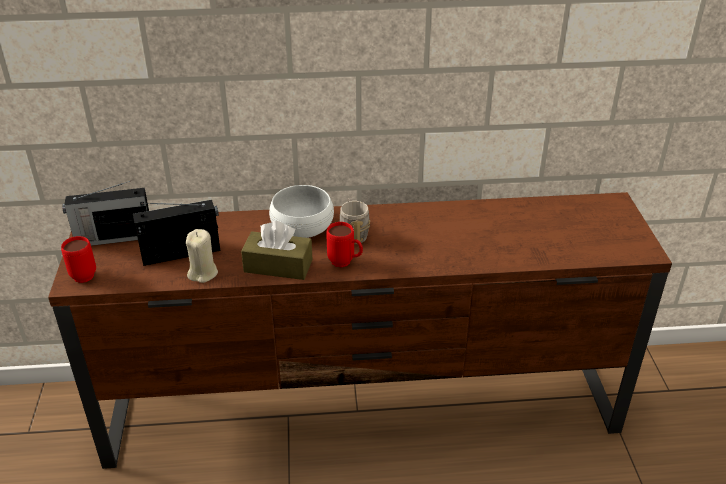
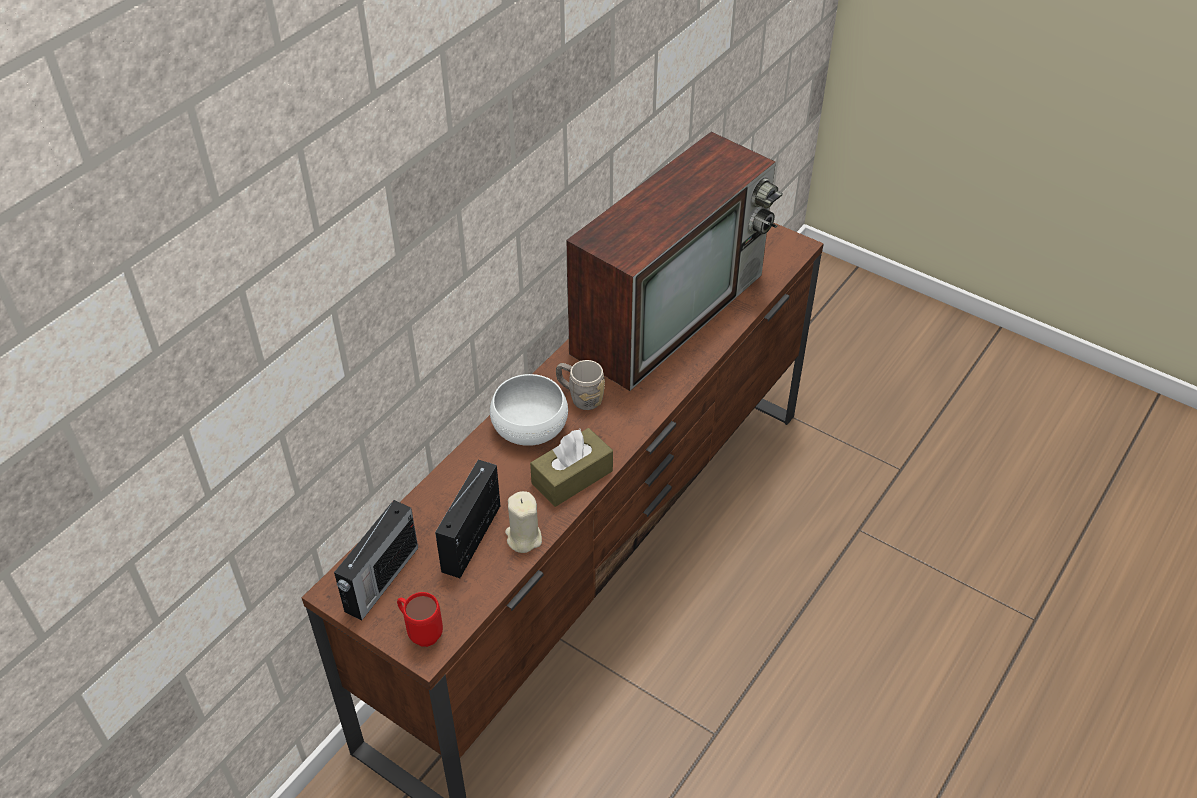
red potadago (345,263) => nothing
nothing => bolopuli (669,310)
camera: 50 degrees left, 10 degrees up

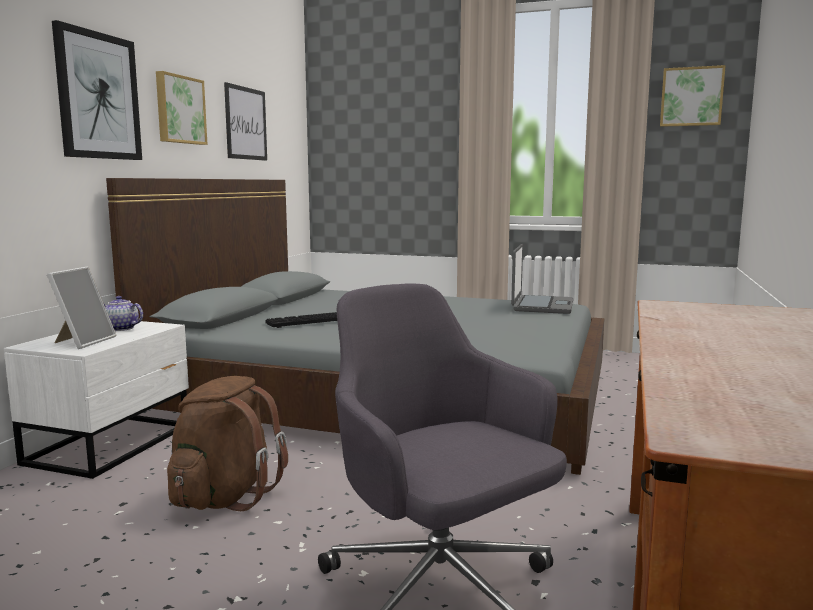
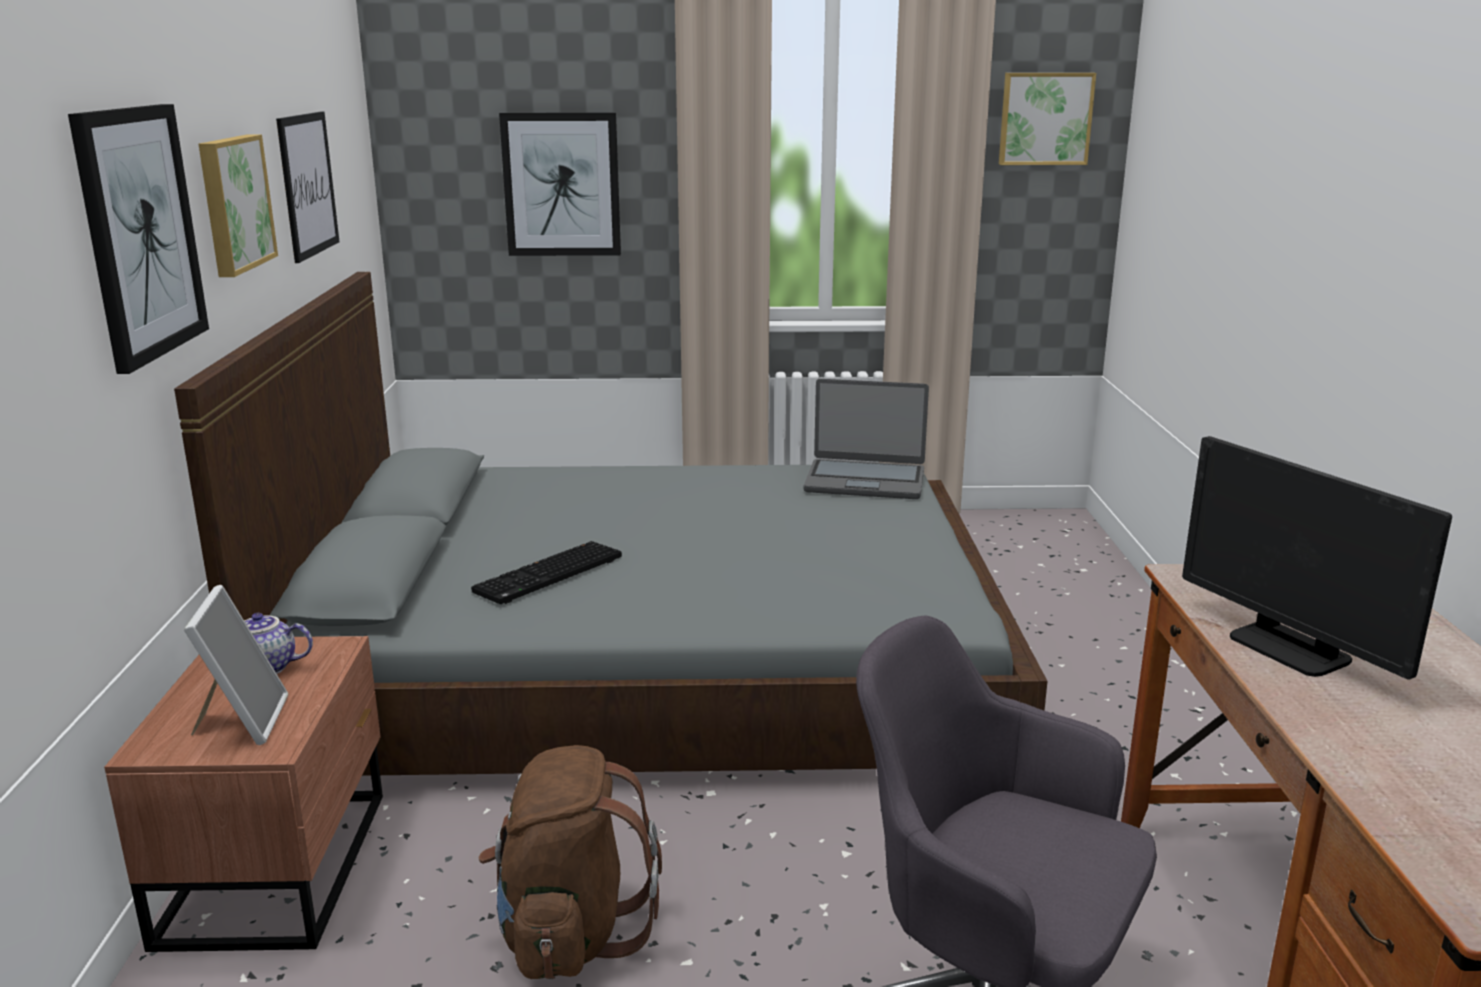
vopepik (542,306) => vopepik (865,481), 105 degrees clockwise
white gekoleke (113,444) => brown gekoleke (282,865)
nothing => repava (561,184)
nothing => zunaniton (1290,648)
camera: 20 degrees left, 10 degrees up

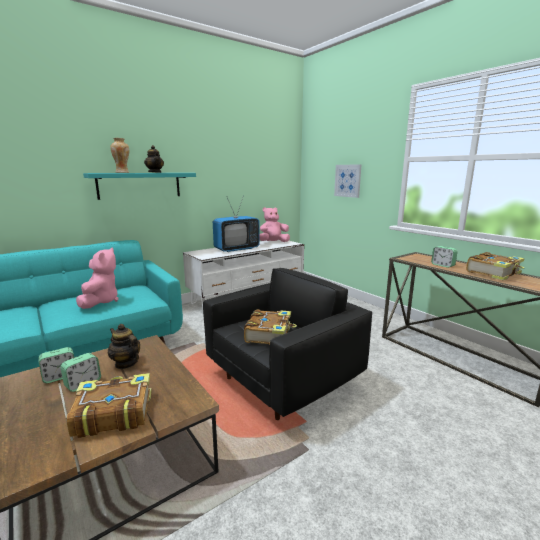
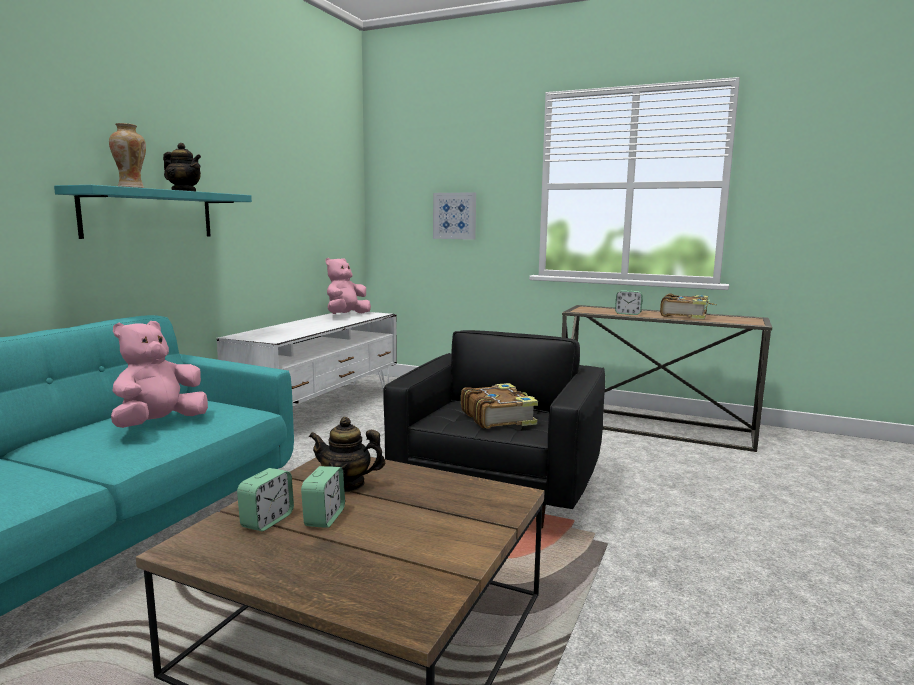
bolopuli (236,249) => nothing
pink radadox (100,301) => pink radadox (159,424), 120 degrees counterclockwise
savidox (113,413) => nothing
camera: 30 degrees left, 5 degrees down

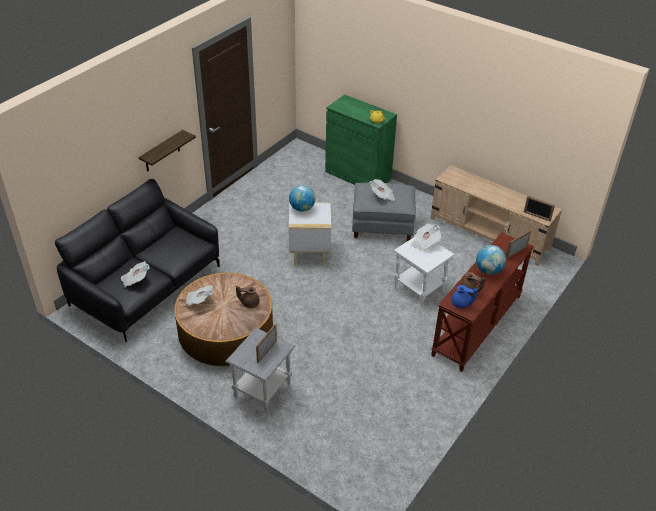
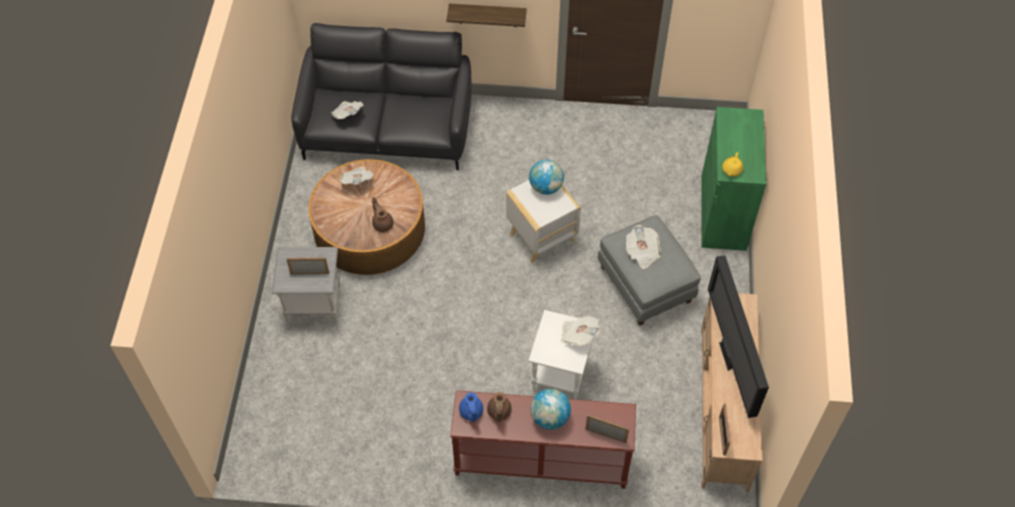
nothing => bolopuli (728,358)
camera: 60 degrees right, 15 degrees up

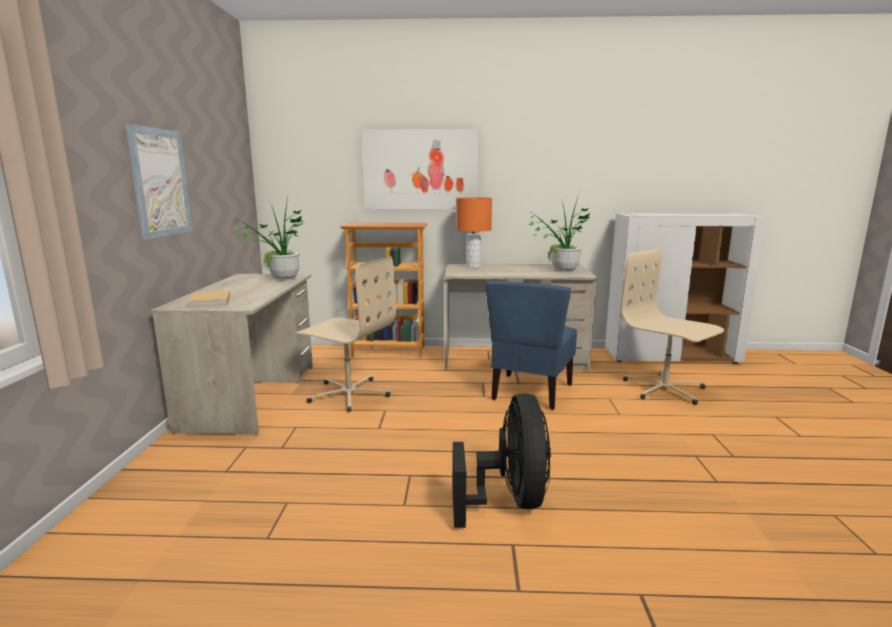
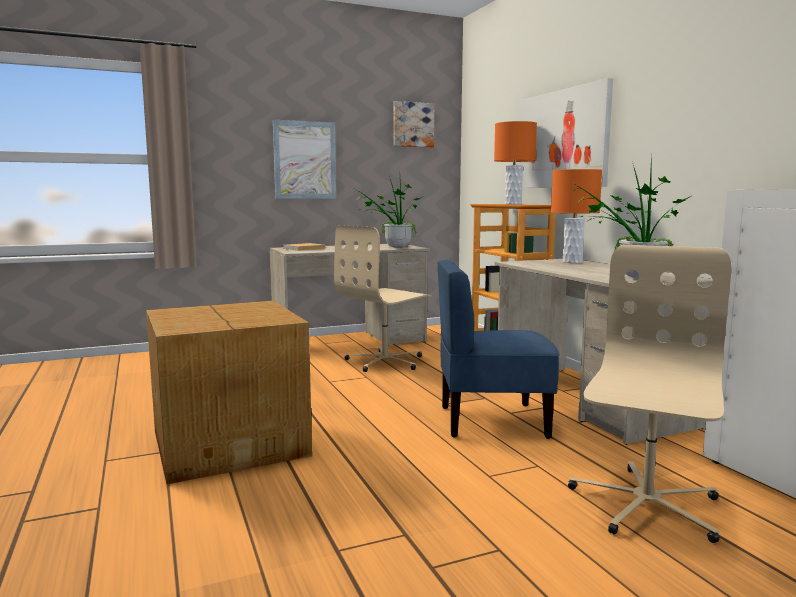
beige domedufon (349,394) => beige domedufon (385,361), 45 degrees clockwise
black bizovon (509,501) => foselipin (231,442)
nothing => repava (412,125)
nothing => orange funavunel (513,204)
camera: 65 degrees right, 5 degrees down

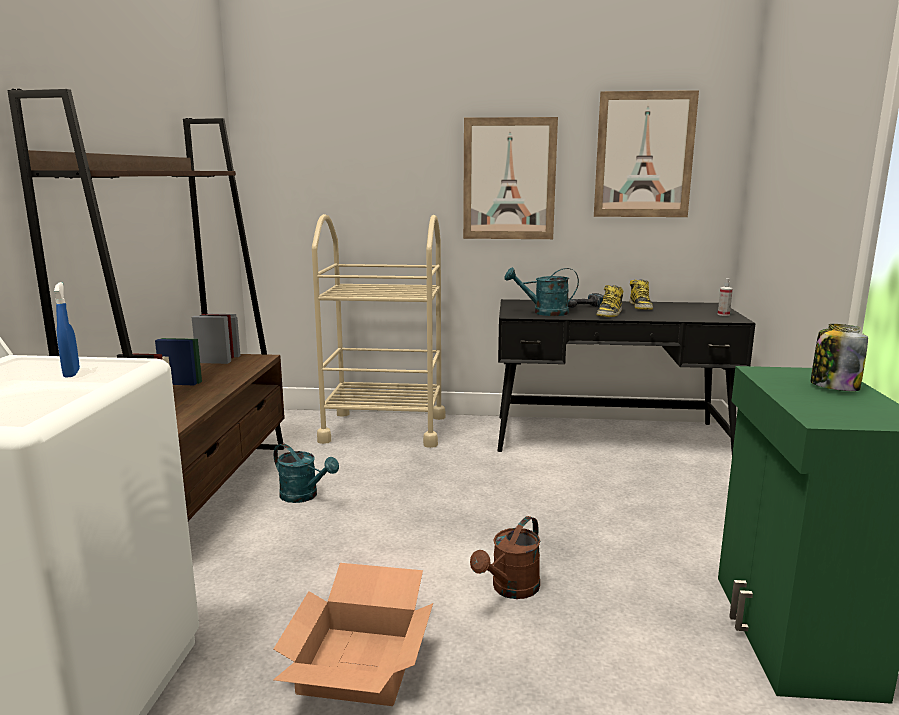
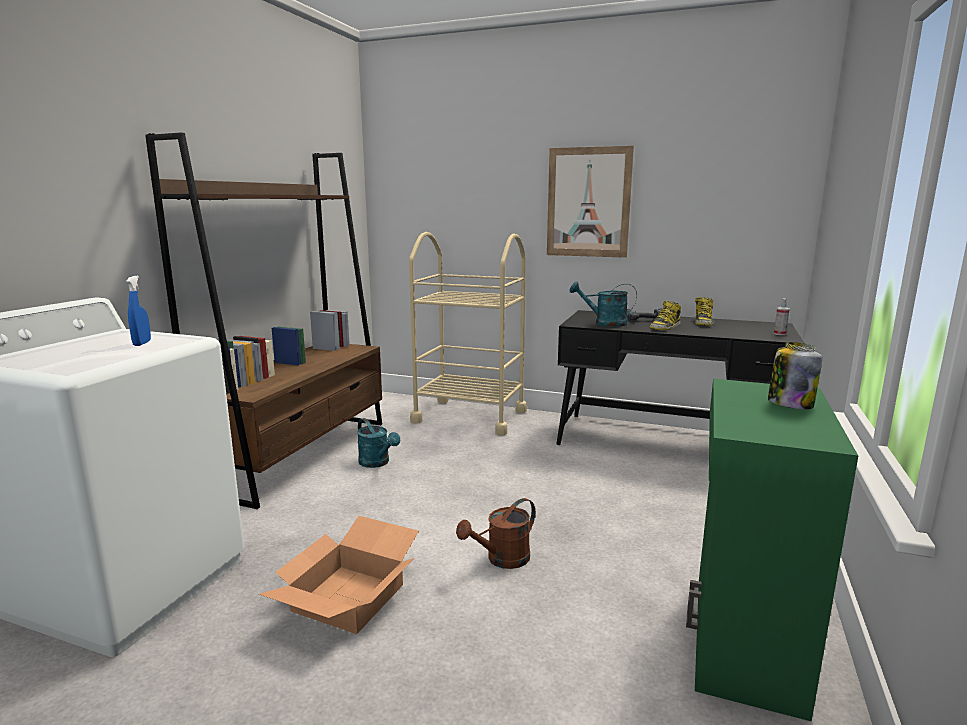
repava (644,155) => nothing
camera: 15 degrees right, 0 degrees up

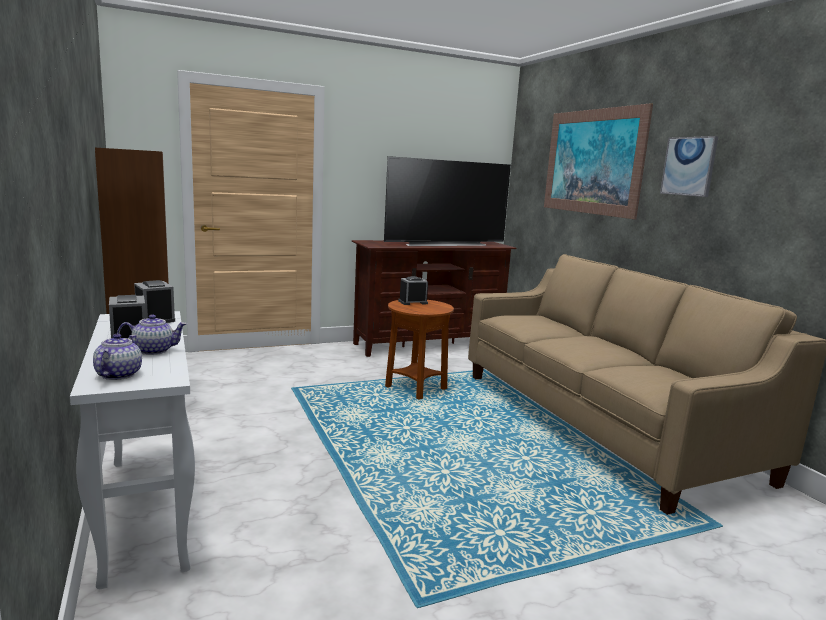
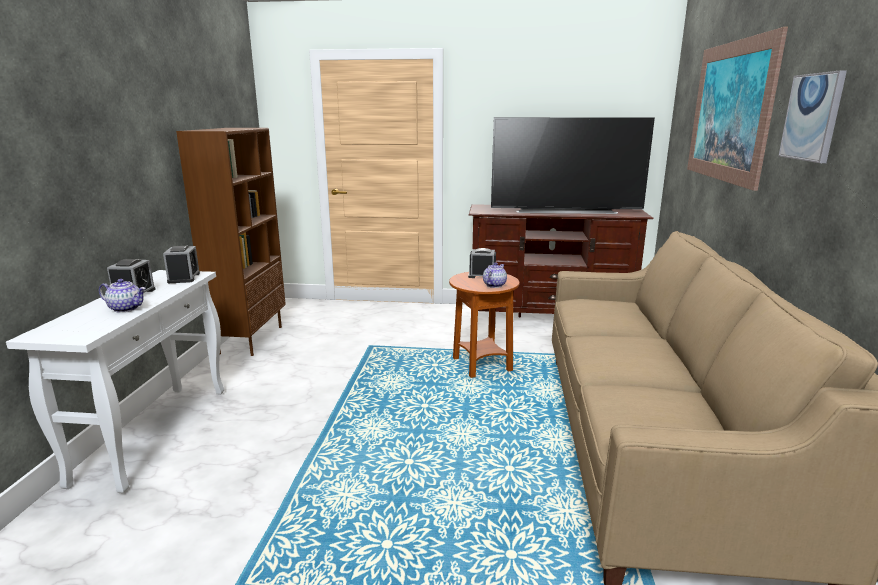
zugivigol (118,374) => zugivigol (494,285), shifted
camera: 30 degrees right, 5 degrees up

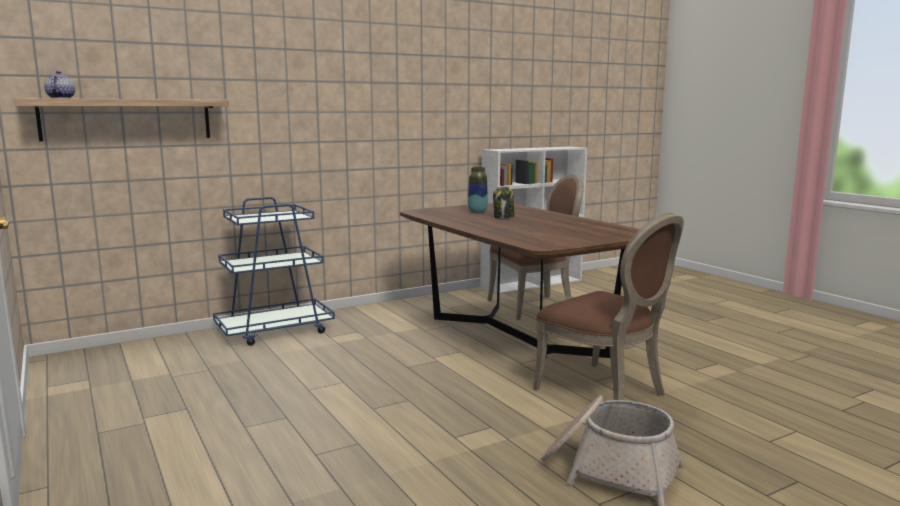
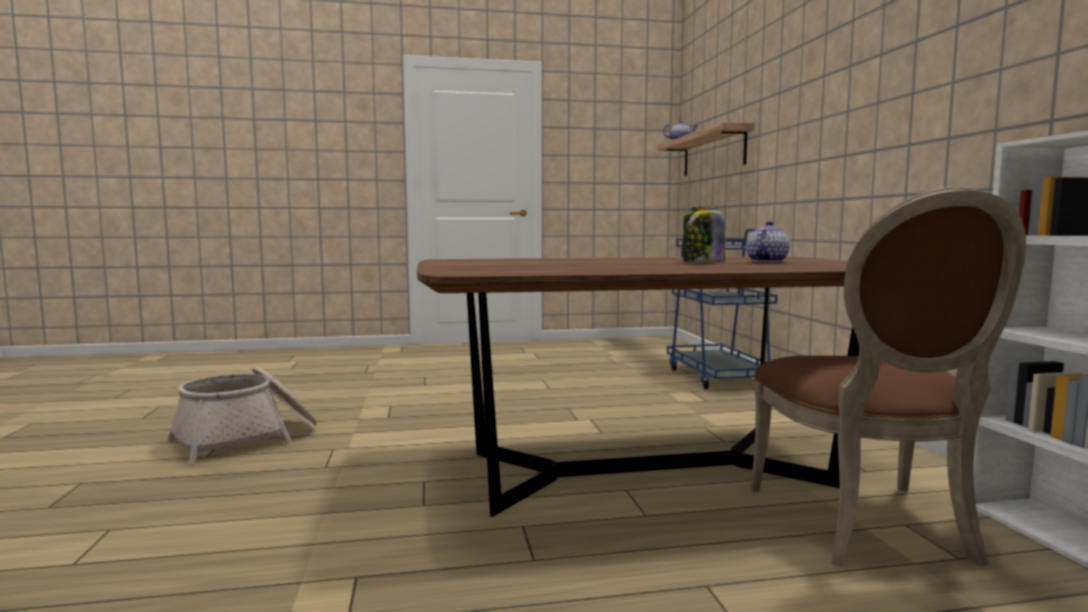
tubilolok (477,212) => zugivigol (766,261)
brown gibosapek (606,392) => nothing
camera: 110 degrees right, 5 degrees down

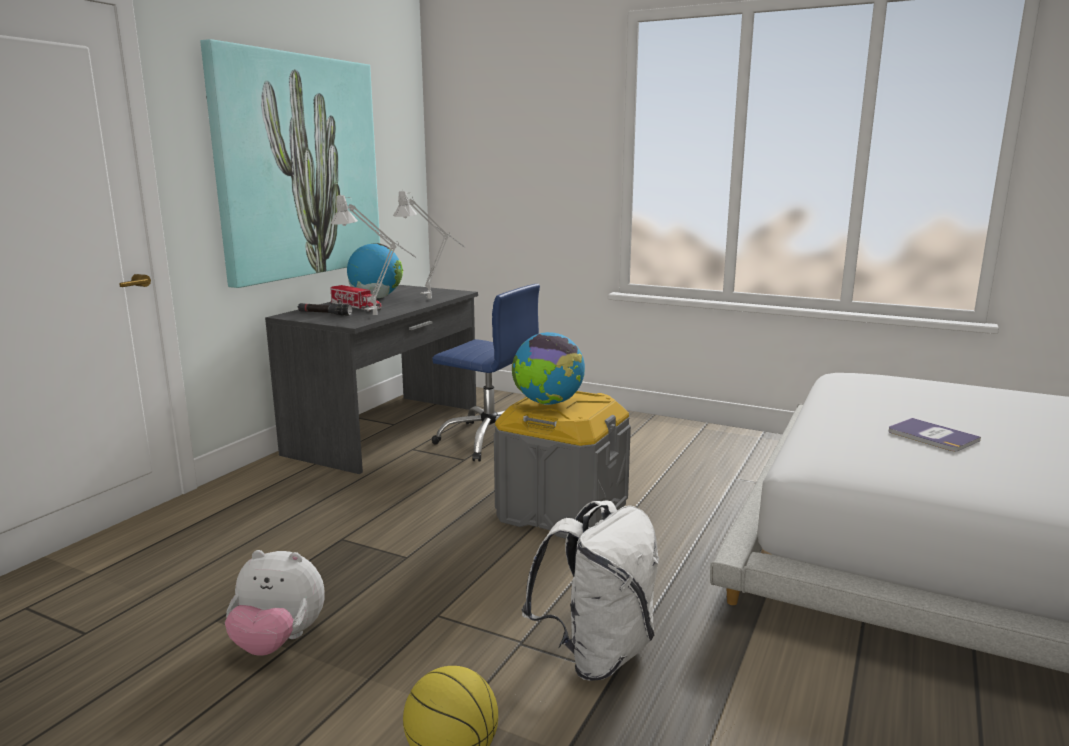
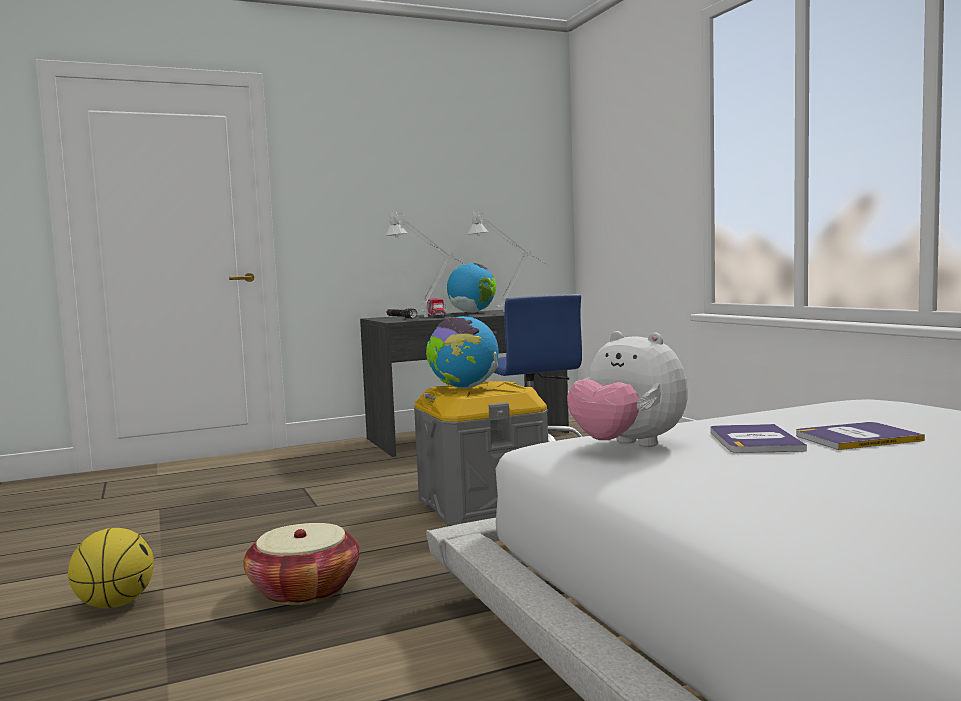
repava (298,167) => nothing
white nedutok (597,654) => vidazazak (304,590)
radadox (278,642) => radadox (627,446), shifted
nothing => savidox (856,438)
camera: 40 degrees right, 10 degrees down

